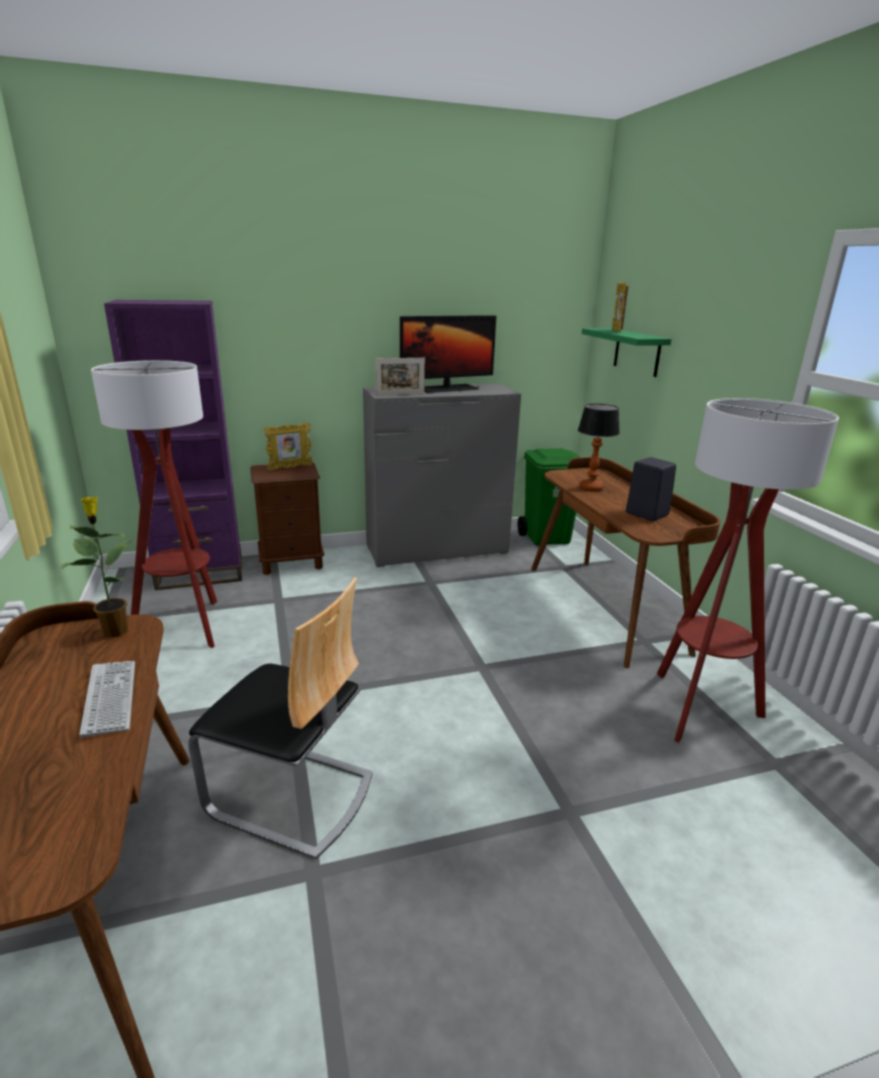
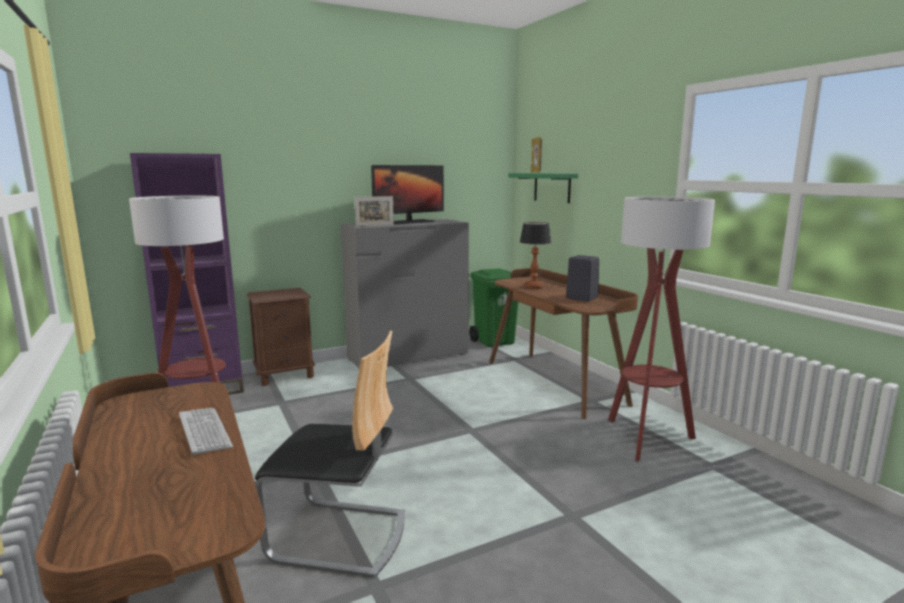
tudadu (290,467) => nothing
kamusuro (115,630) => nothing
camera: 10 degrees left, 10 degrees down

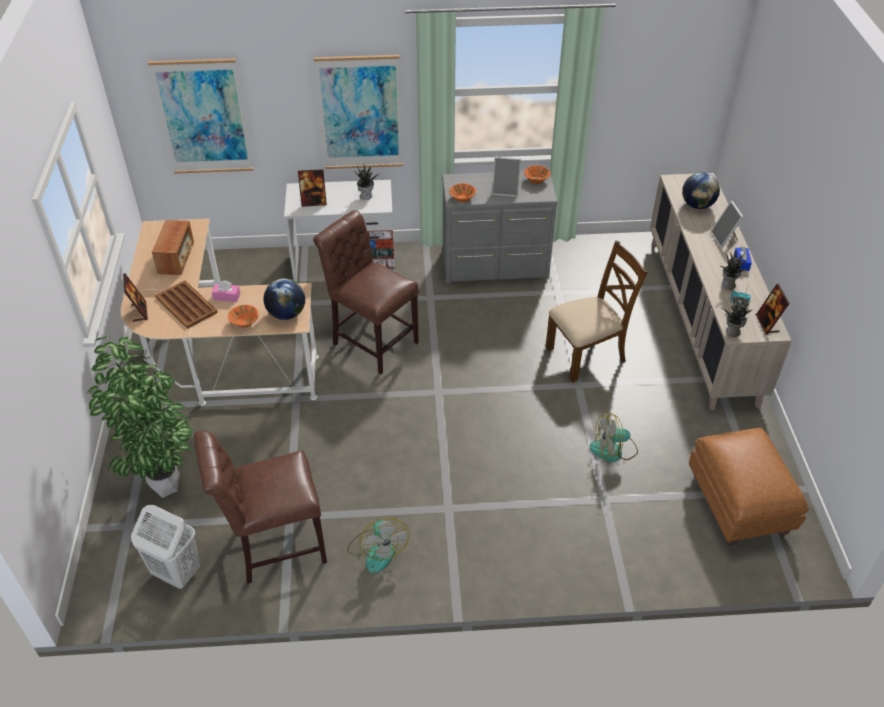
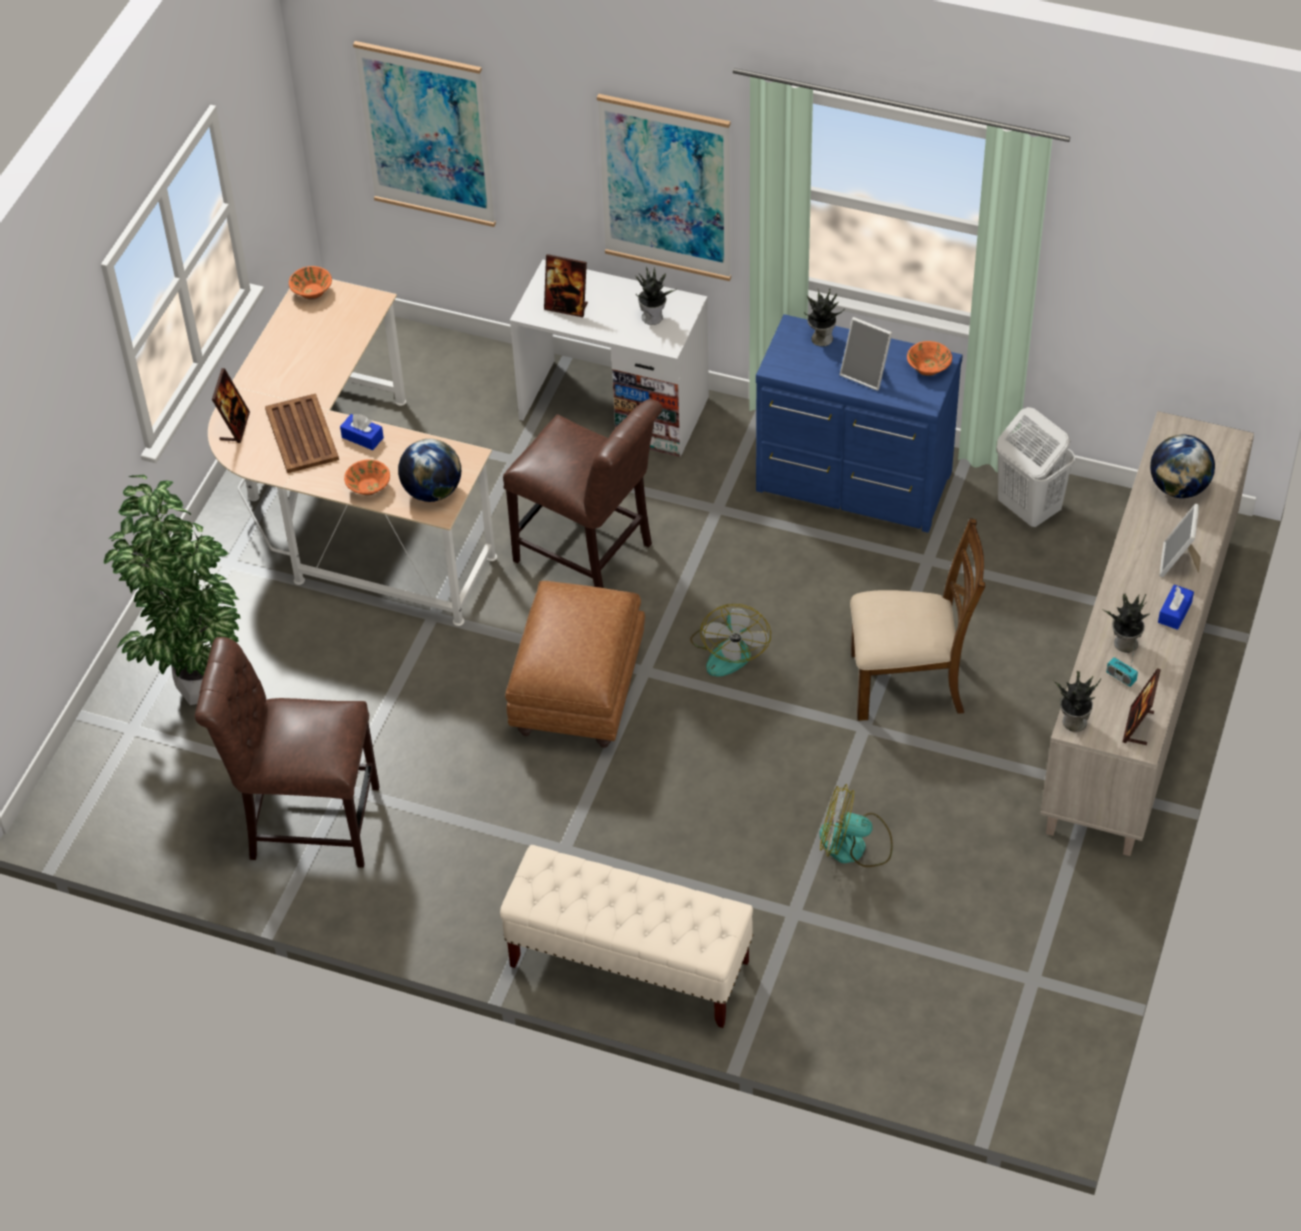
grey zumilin (496,267) => blue zumilin (854,485)
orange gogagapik (462,198) => orange gogagapik (311,291), shifted
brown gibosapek (372,341) => brown gibosapek (589,556), 150 degrees clockwise
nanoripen (176,258) => nothing
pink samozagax (226,296) => blue samozagax (362,437)
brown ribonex (739,505) => brown ribonex (578,694), shifted
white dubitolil (176,572) => white dubitolil (1028,509), shifted
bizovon (377,550) => bizovon (729,650), shifted
nothing => kamusuro (821,338)
nothing => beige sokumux (628,964)
camera: 25 degrees right, 5 degrees up

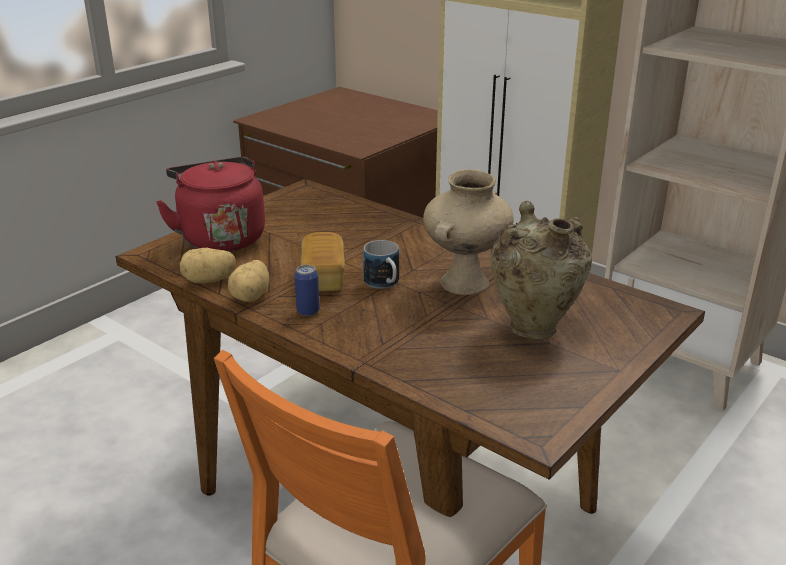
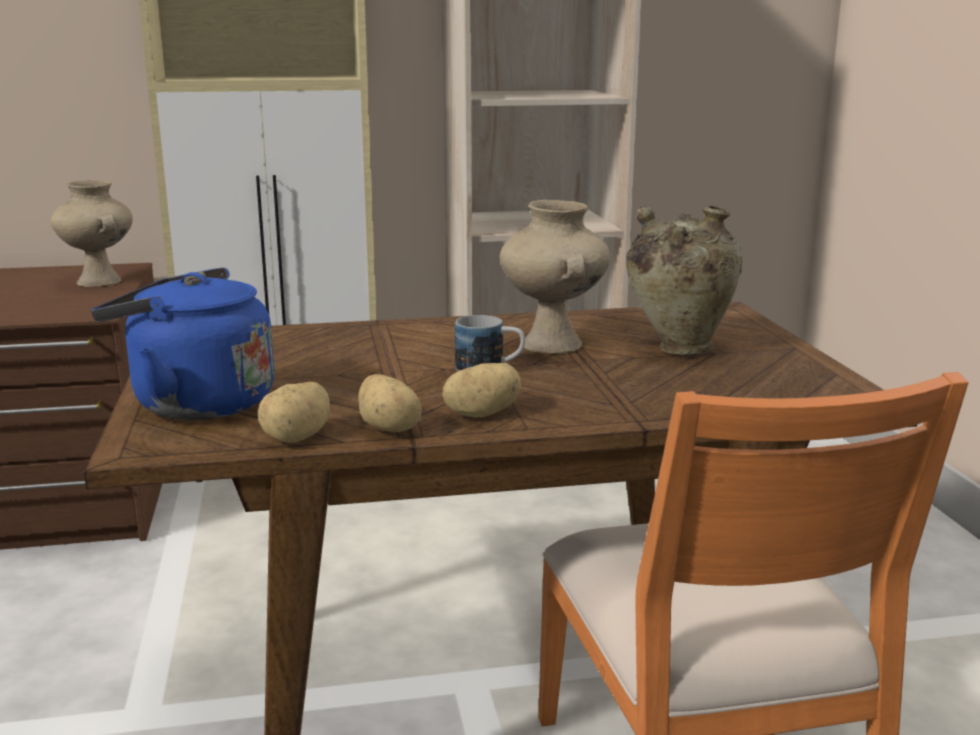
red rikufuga (220,237) => blue rikufuga (195,404)
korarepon (323,278) => nothing
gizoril (308,311) => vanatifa (481,413)
nothing => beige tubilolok (101,282)
camera: 50 degrees left, 10 degrees down

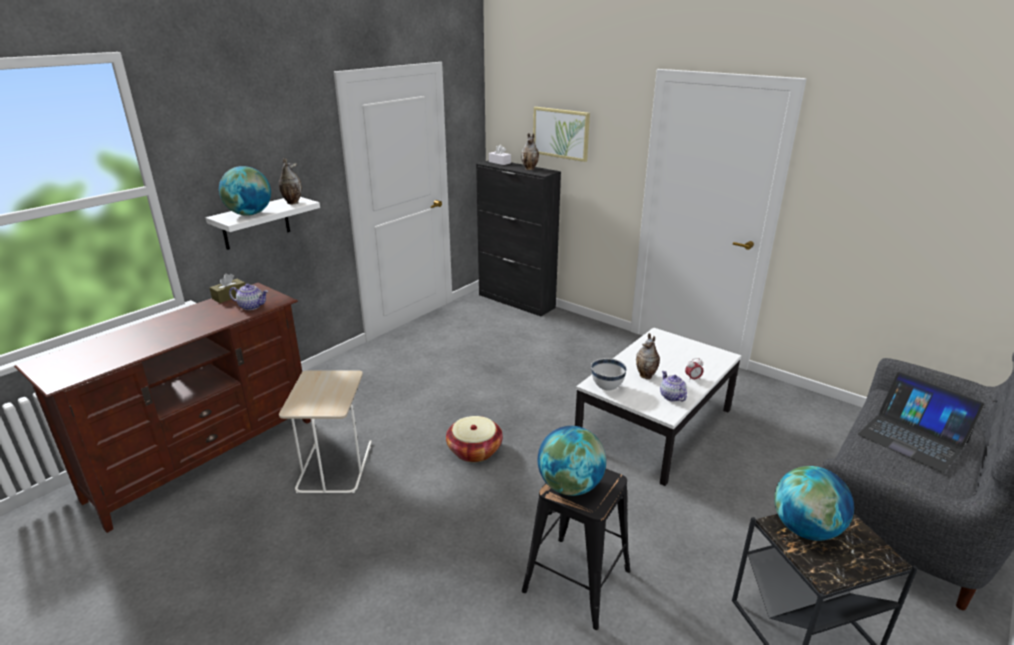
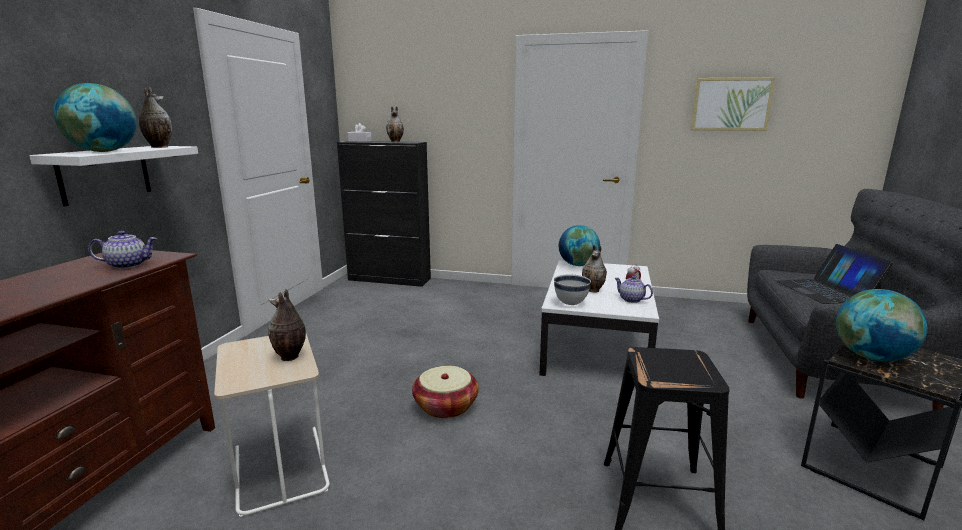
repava (561,133) => repava (731,104), shifted
brown samozagax (229,296) => nothing
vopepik (912,438) => vopepik (826,290), 60 degrees clockwise
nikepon (570,486) => nikepon (578,265), shifted
nothing => tubilolok (289,357)
camera: 25 degrees left, 10 degrees down

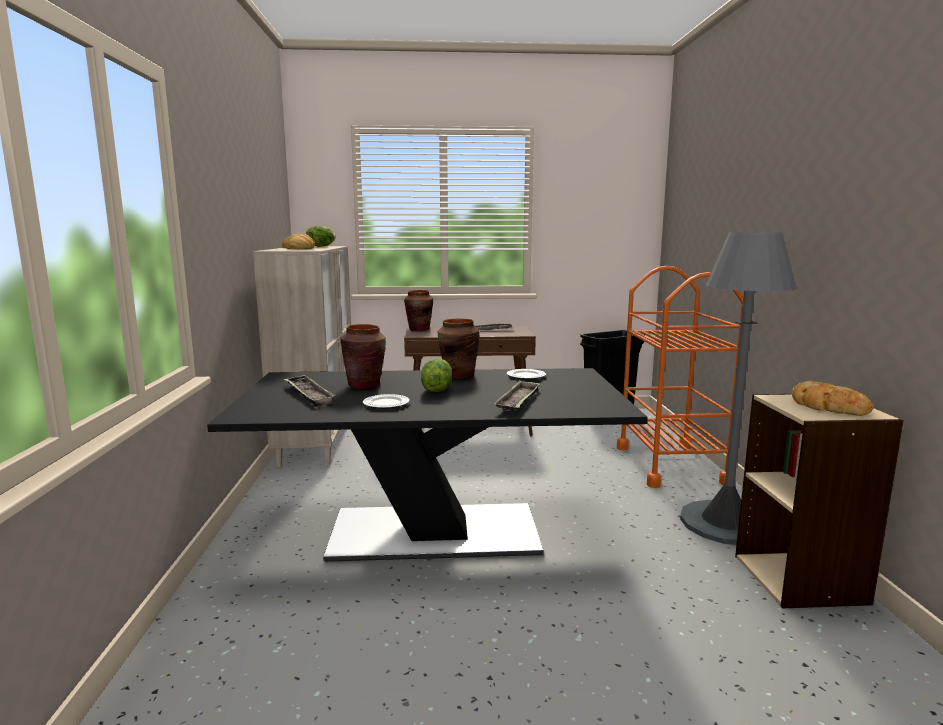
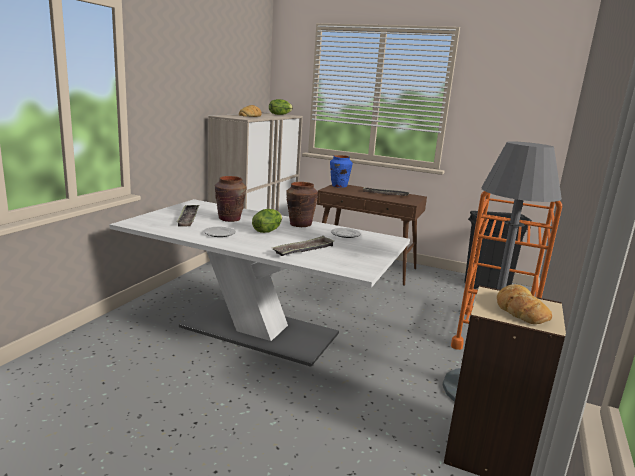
brown tubilolok (419,330) => blue tubilolok (339,186)
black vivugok (434,533) => white vivugok (259,331)
camera: 25 degrees right, 5 degrees up

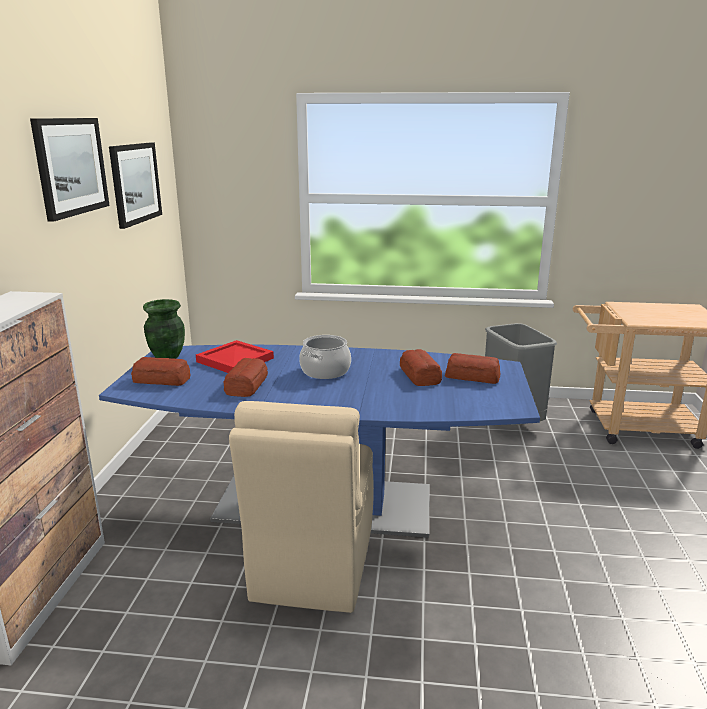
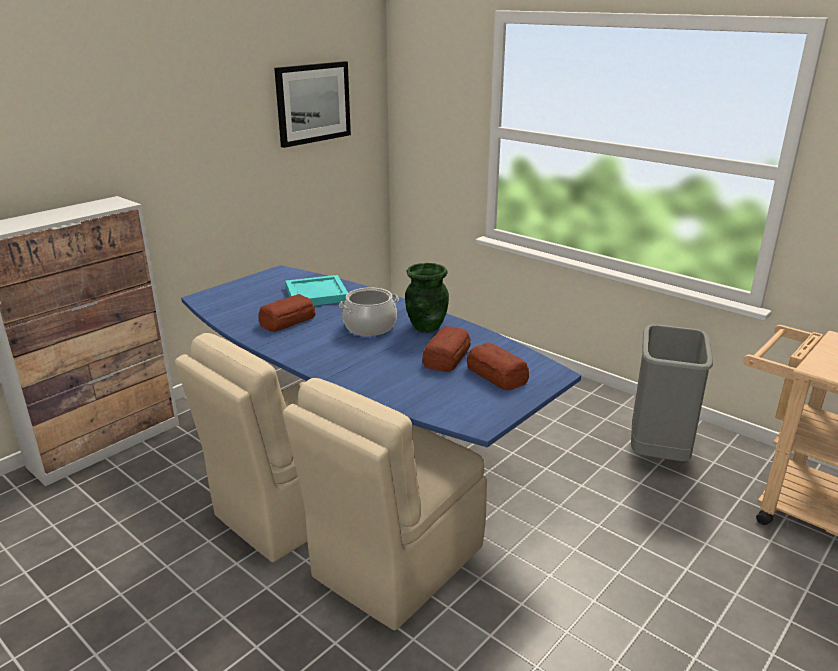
repava (71,166) => nothing
green tubilolok (166,356) => green tubilolok (426,327), shifted
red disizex (235,360) => turquoise disizex (316,294)
korarepon (162,380) => nothing
nothing => beige gibosapek (395,564)
camera: 35 degrees right, 5 degrees up

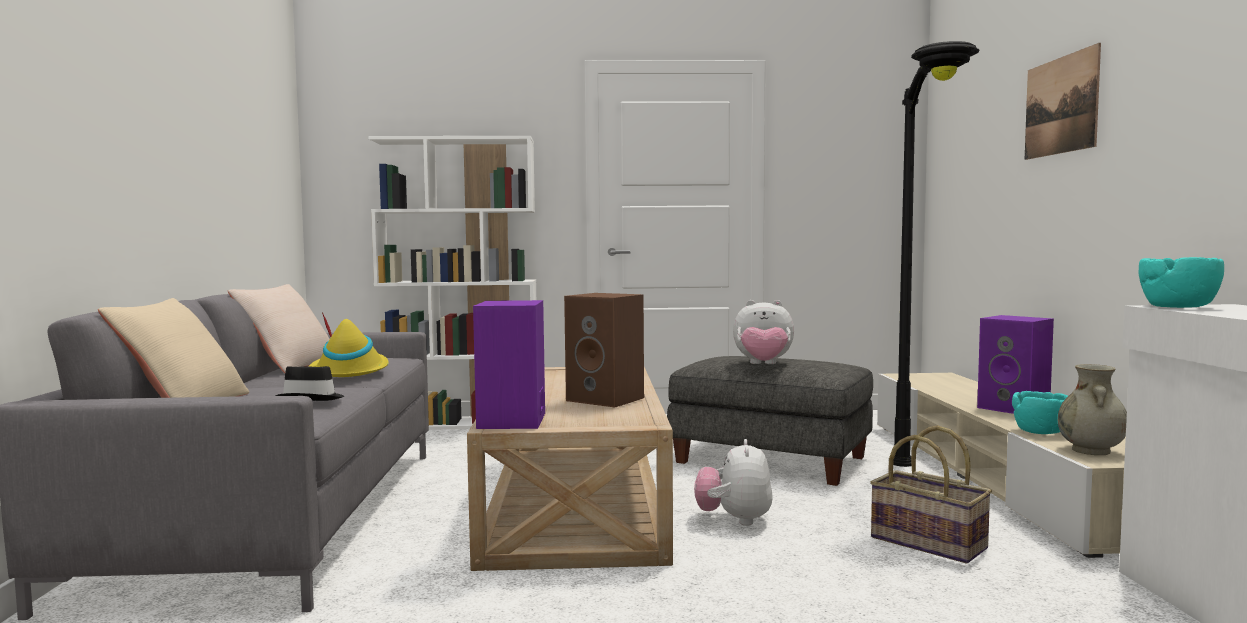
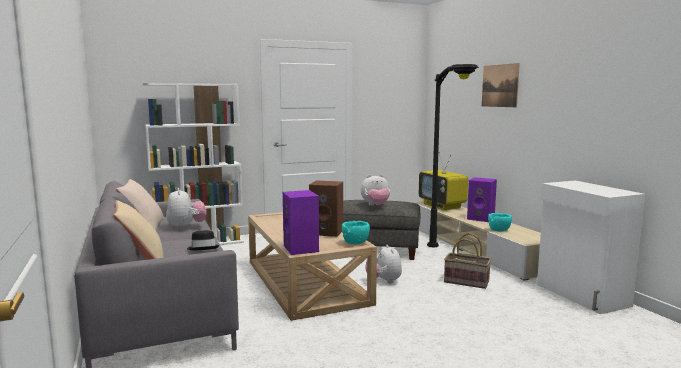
turquoise gogagapik (1178,307) => turquoise gogagapik (355,242), shifted
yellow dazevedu (349,371) => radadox (186,227)
beige tubilolok (1091,451) => nothing
nothing => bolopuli (442,206)
camera: 20 degrees left, 5 degrees up

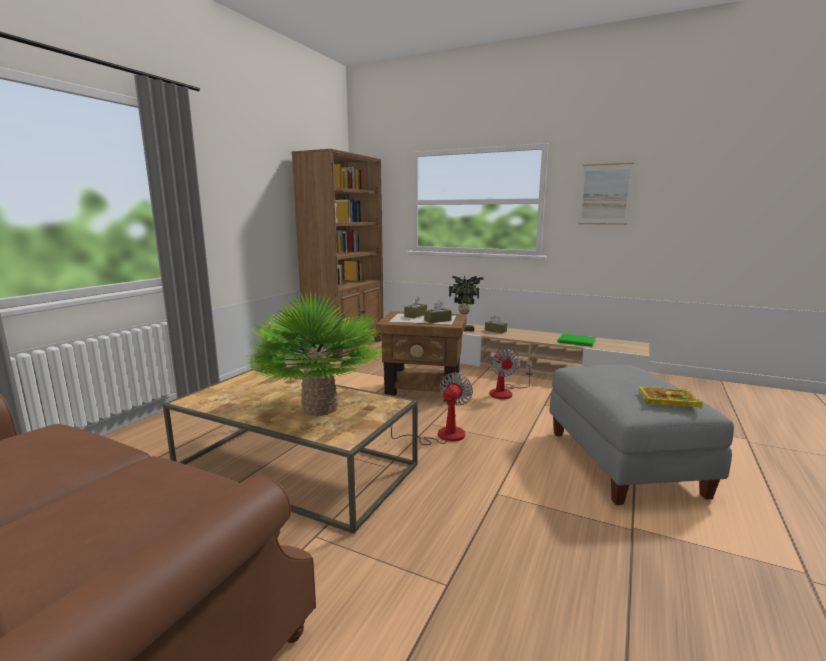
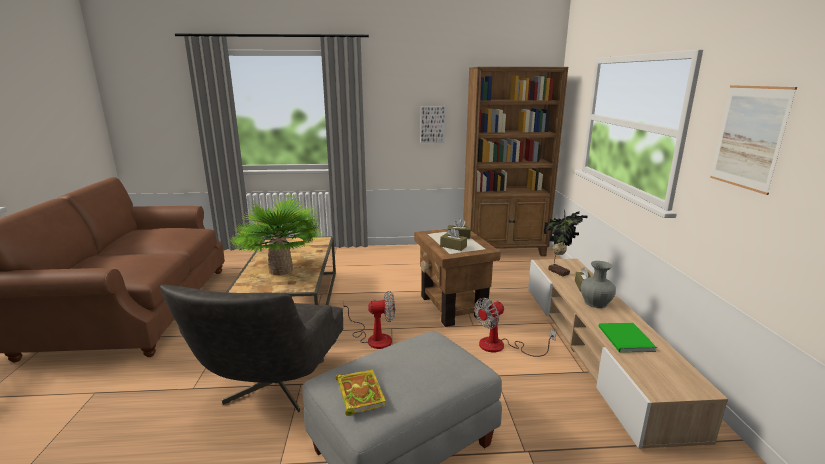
nothing => repava (432,124)
nothing => grey tubilolok (596,303)
nothing => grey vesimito (271,391)
camera: 60 degrees right, 5 degrees up

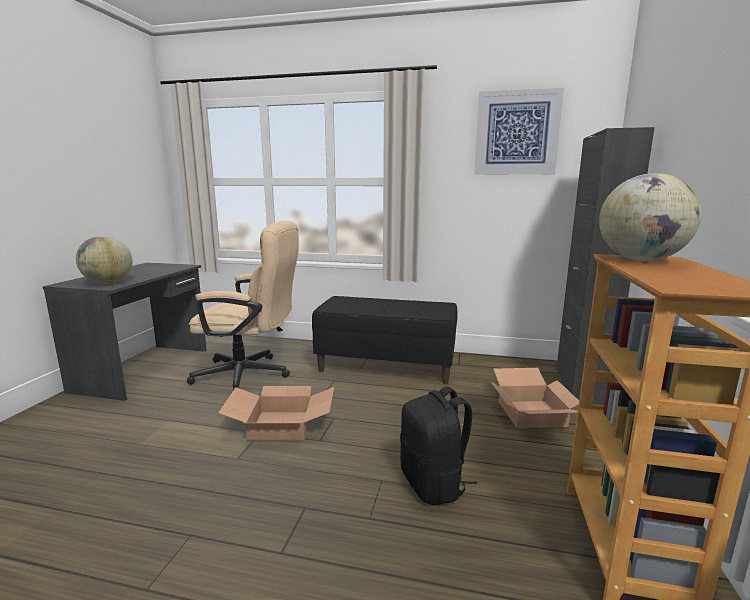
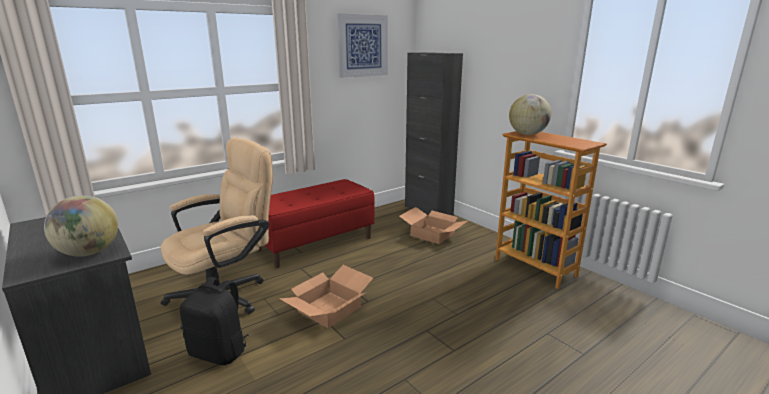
black sokumux (386,366) => red sokumux (315,243)
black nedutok (434,484) => black nedutok (219,352), shifted
camera: 50 degrees left, 5 degrees up

